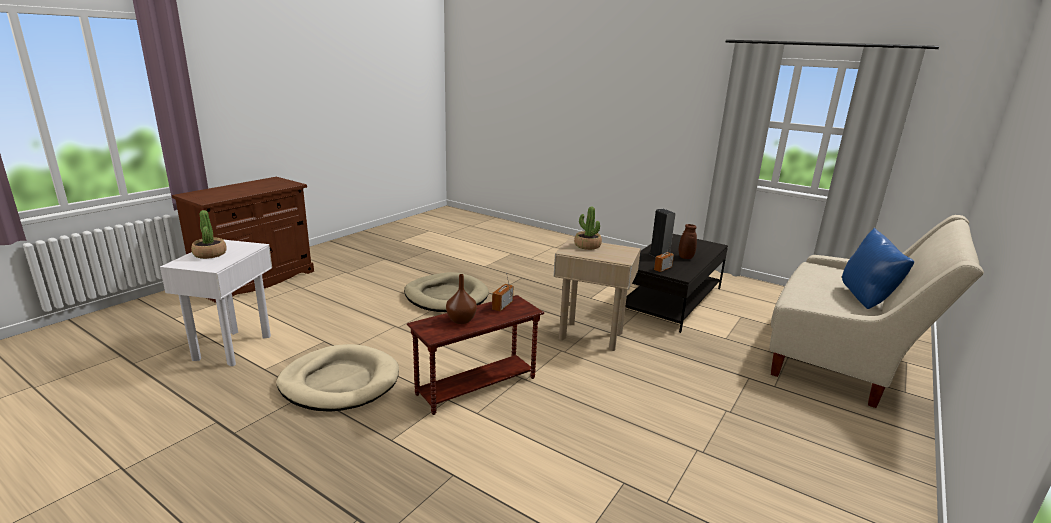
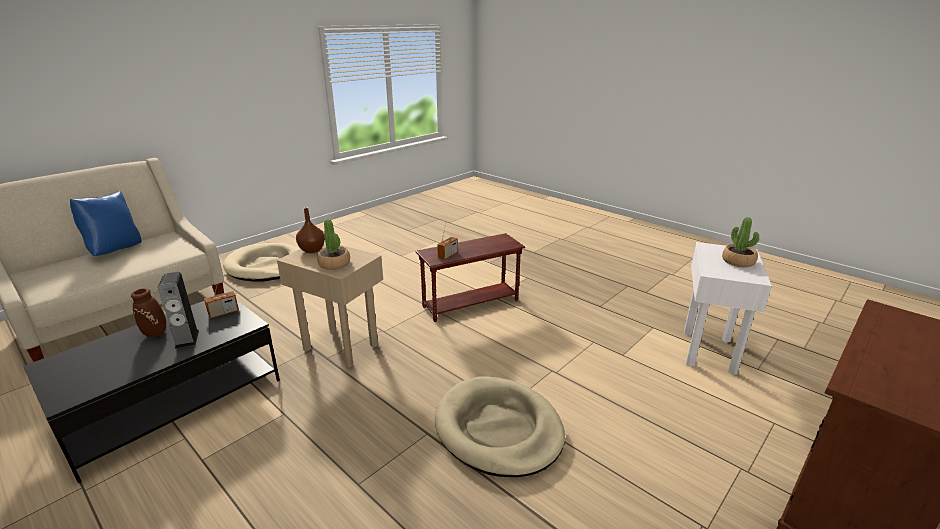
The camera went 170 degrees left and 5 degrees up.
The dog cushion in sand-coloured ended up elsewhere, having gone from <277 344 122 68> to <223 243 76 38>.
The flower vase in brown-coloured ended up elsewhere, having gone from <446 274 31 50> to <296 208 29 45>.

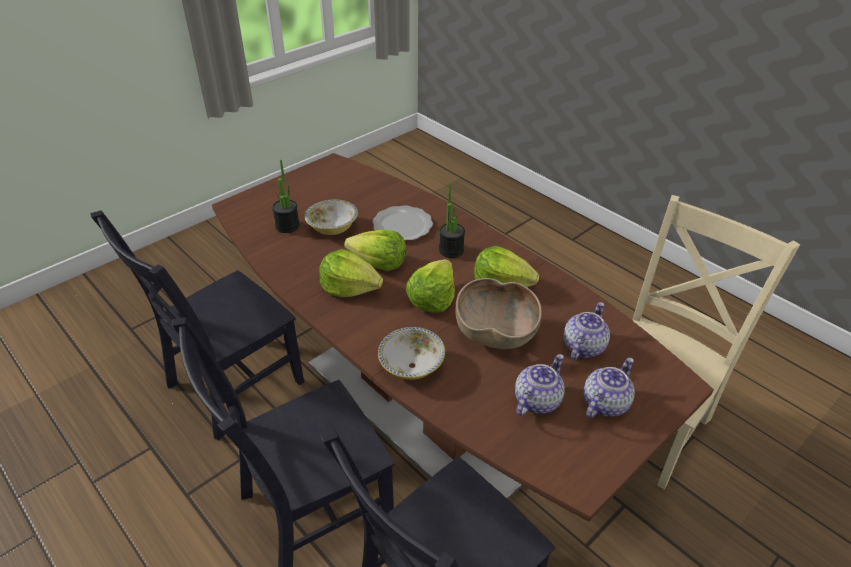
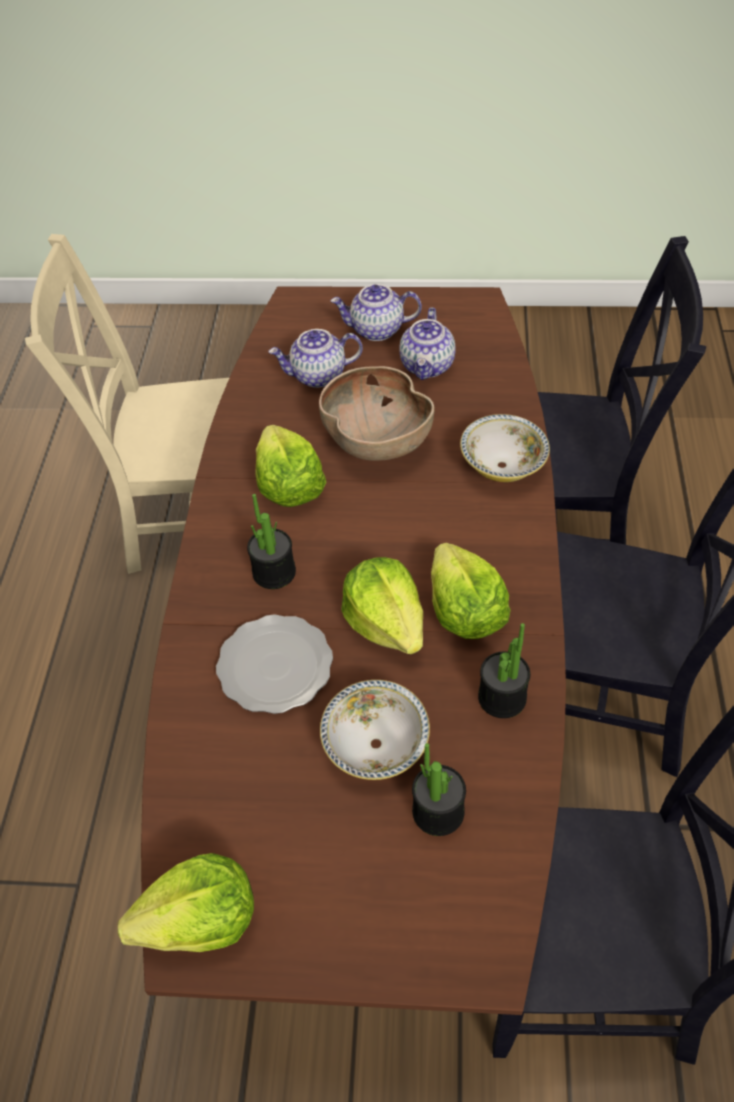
The camera went 130 degrees left and 10 degrees up.
The second view gained the plant in a pot at <478 623 52 95>.
The lettuce head ended up elsewhere, having gone from <406 259 49 54> to <118 853 136 99>.
The pot for tea at <515 354 50 62> ended up facing another way, 75 degrees counterclockwise from before.

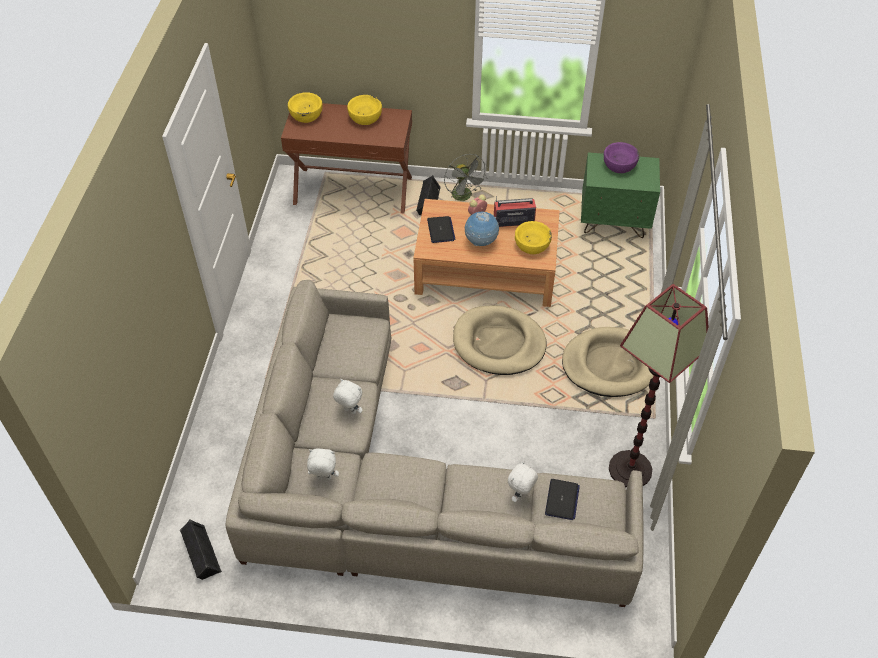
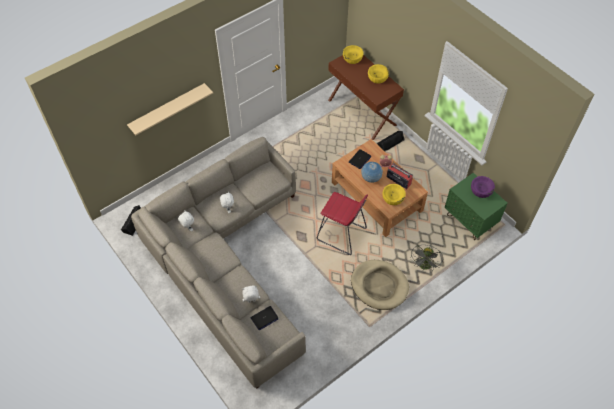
The camera went 45 degrees right and 5 degrees up.
The second view lost the standing lamp at <609 284 100 204>.
The second view gained the bracket shelf in sand-coloured at <127 83 86 52>.
The cooling fan in grey ended up elsewhere, having gone from <444 154 44 47> to <410 245 33 25>.
Where the dog cushion in sand-coloured stood at <453 305 93 70>, the stool in red-coloured came to stand at <317 192 51 63>.

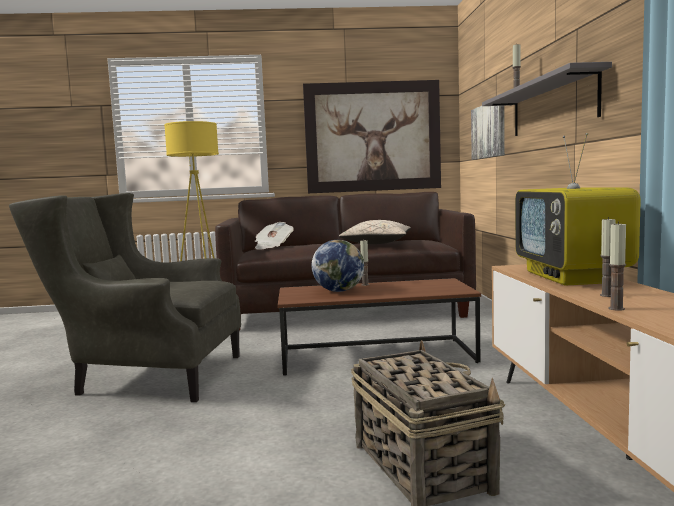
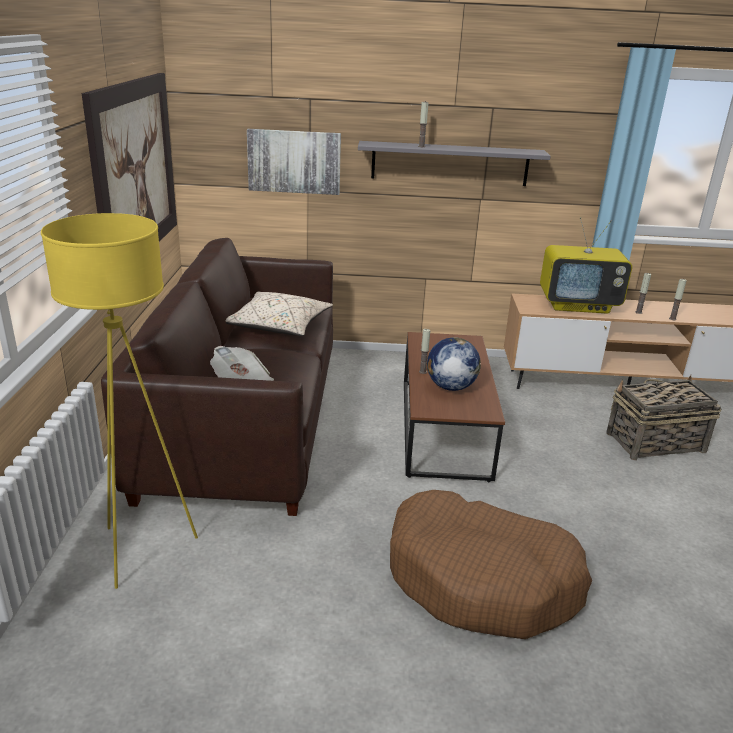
The camera went 85 degrees left and 20 degrees up.
Where the easy chair in grey stood at <9 193 232 209>, the dog cushion in brown-coloured came to stand at <390 490 202 149>.

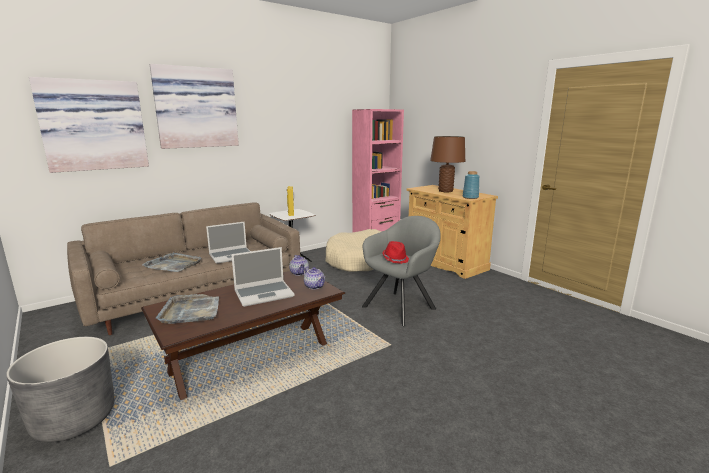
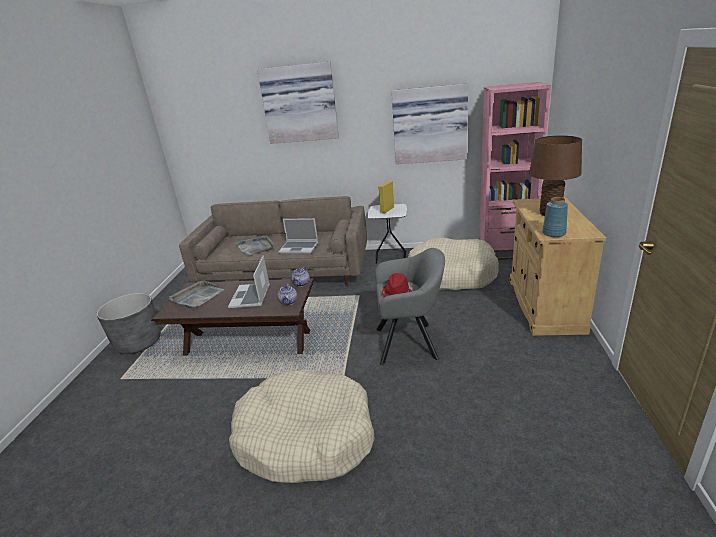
The camera went 45 degrees right and 10 degrees up.
The second view gained the dog cushion in sand-coloured at <229 370 146 113>.
The wall picture ended up elsewhere, having gone from <29 77 120 96> to <392 83 76 81>.
The laptop at <231 247 63 60> ended up facing another way, 75 degrees clockwise from before.

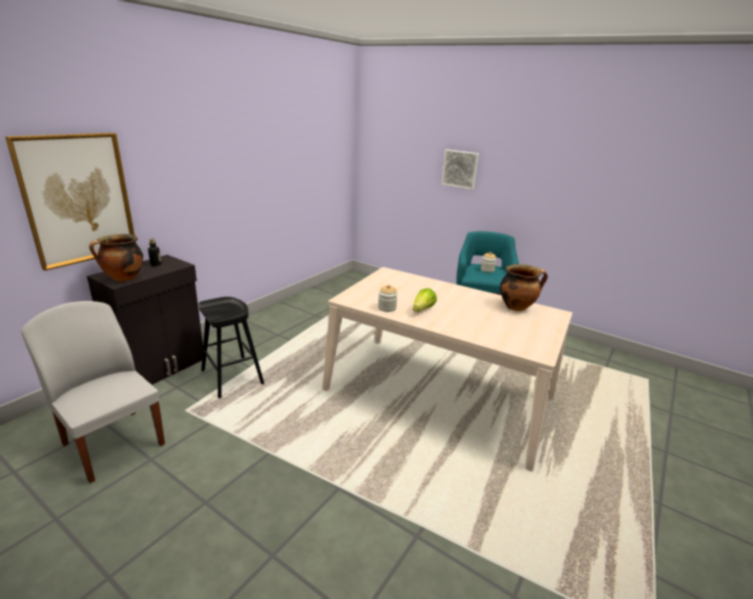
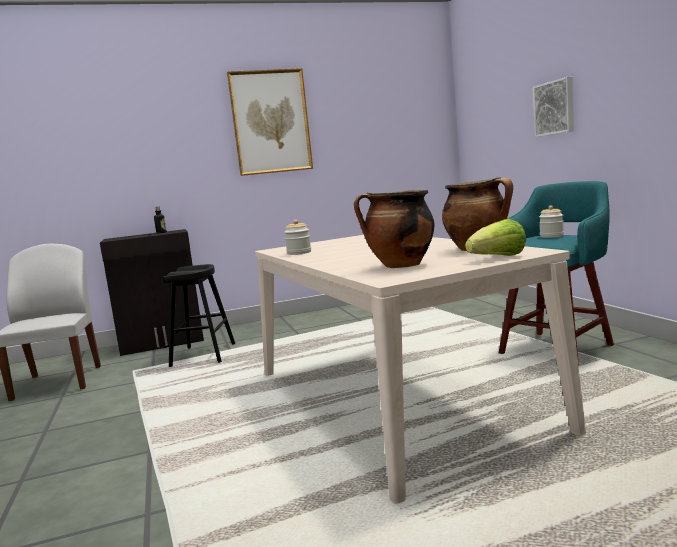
The camera went 40 degrees right and 15 degrees down.
The wall picture ended up elsewhere, having gone from <5 133 131 138> to <227 68 86 108>.
The cooking pot ended up elsewhere, having gone from <89 234 54 48> to <354 190 80 78>.
The lettuce head ended up elsewhere, having gone from <413 288 24 24> to <465 219 61 37>.

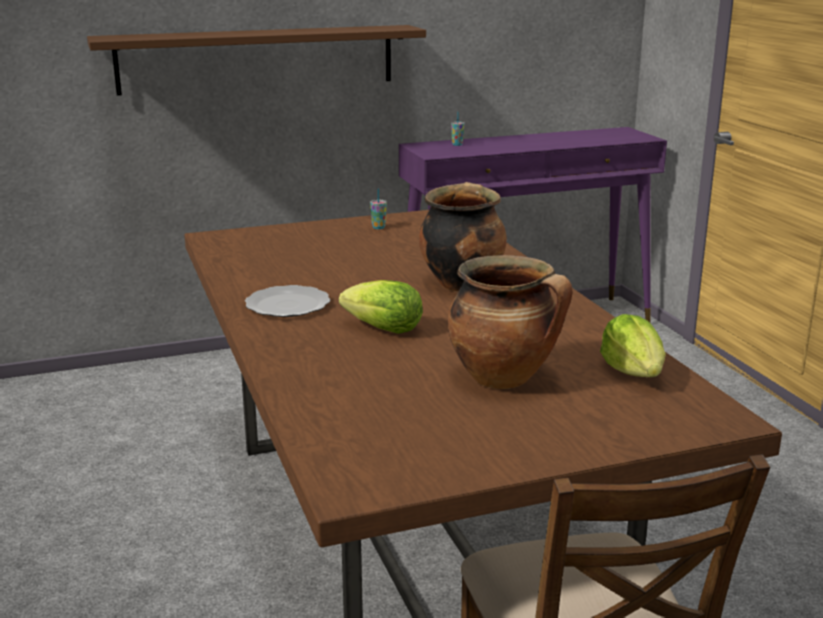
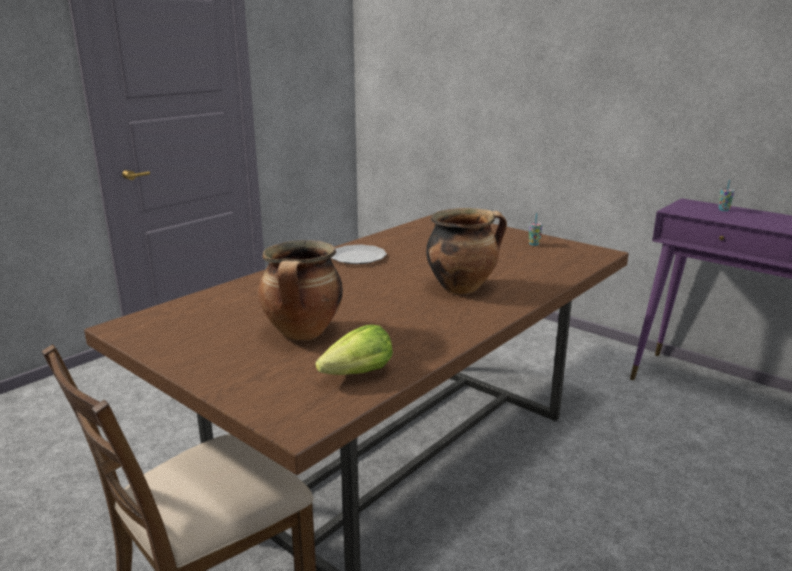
The camera went 60 degrees right and 0 degrees up.
The second view lost the bracket shelf in brown-coloured at <87 25 339 71>.
The second view lost the lettuce head at <339 280 84 54>.

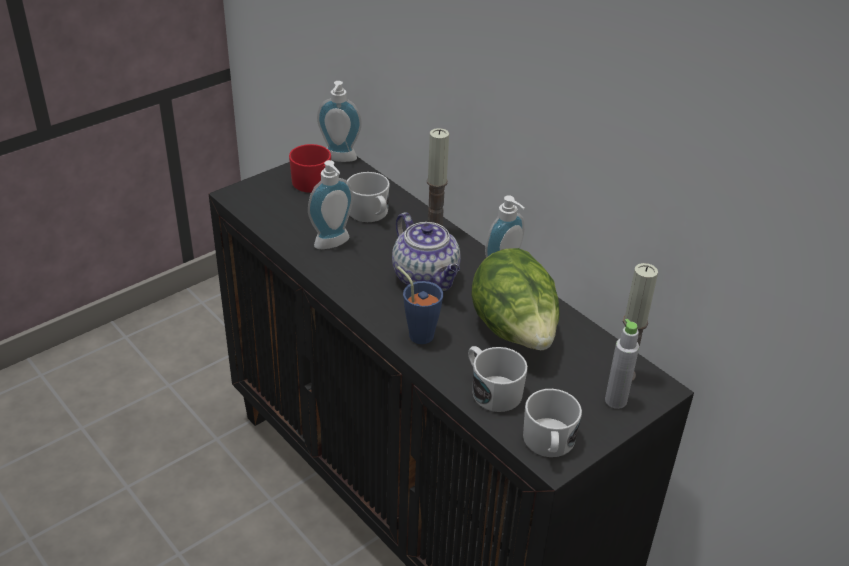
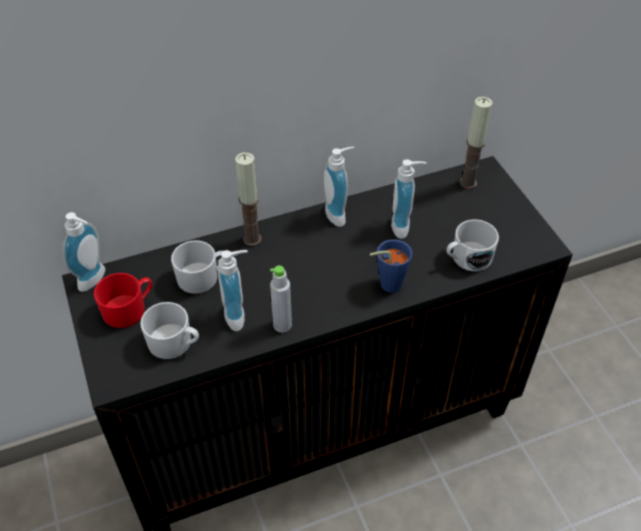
The camera went 70 degrees left and 10 degrees up.
The second view lost the pot for tea at <392 212 69 79>.
The mug in white-coloured ended up elsewhere, having gone from <523 389 59 68> to <140 302 59 57>.
The bottle in grey ended up elsewhere, having gone from <605 319 34 90> to <270 265 22 68>.
Where the lettuce head stood at <472 248 88 102>, the soap bottle came to stand at <391 159 36 80>.

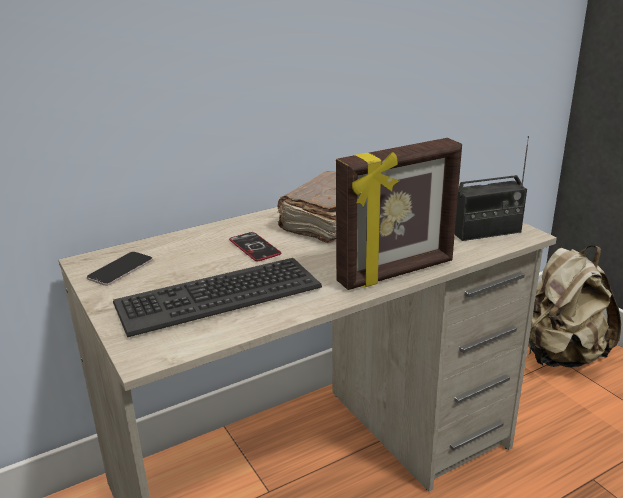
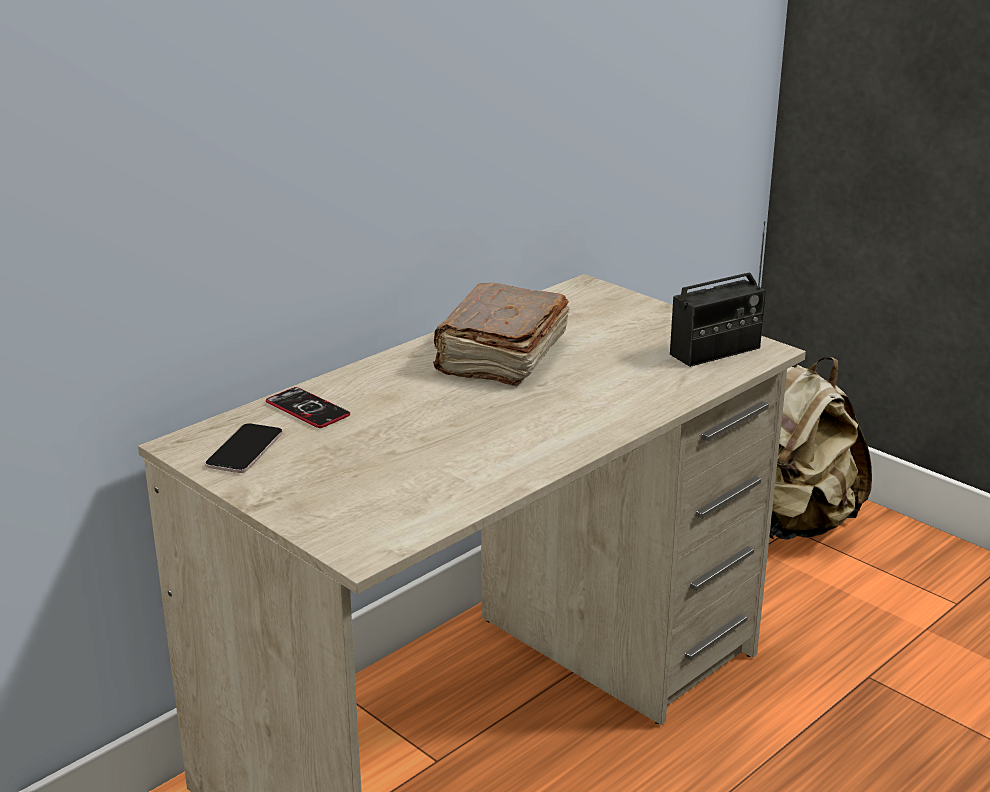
The camera went 15 degrees left and 0 degrees up.
The second view lost the computer keyboard at <113 258 209 79>.
The second view lost the standing frame at <336 138 126 152>.
The handset ended up elsewhere, having gone from <229 232 52 30> to <266 387 84 41>.

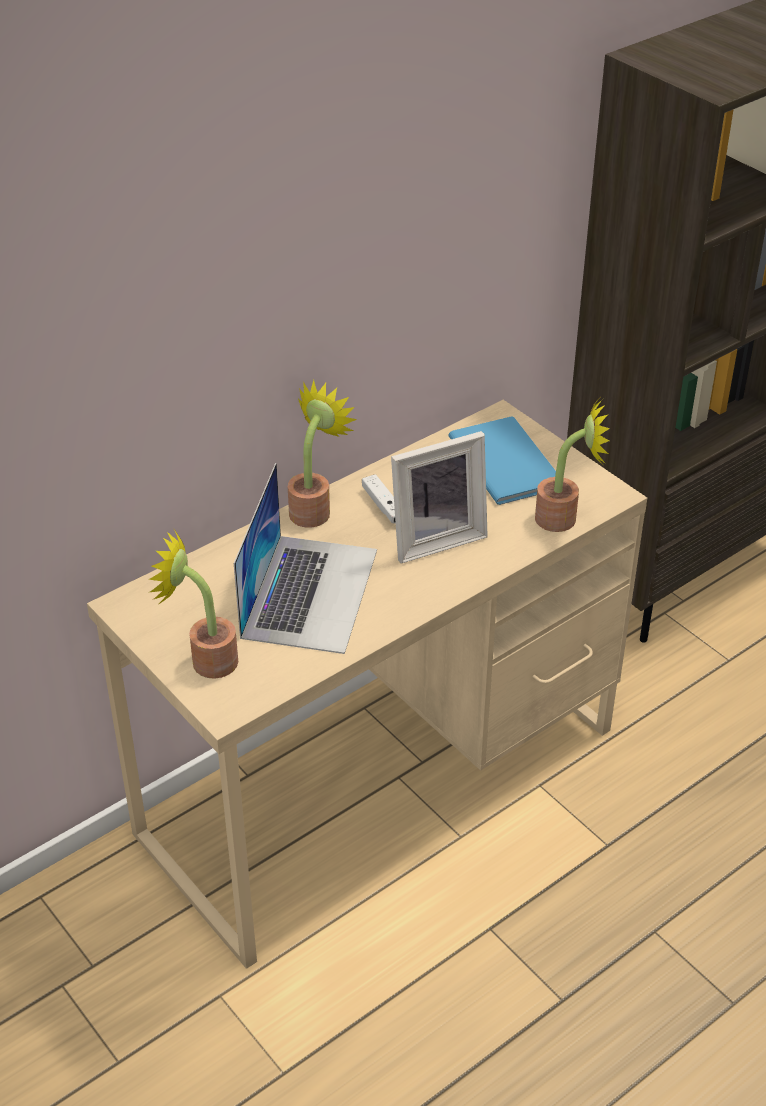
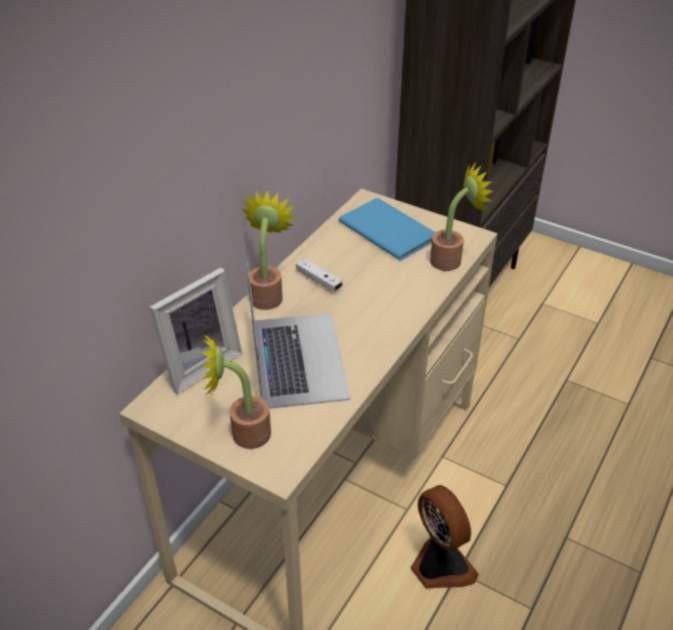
The camera went 20 degrees left and 0 degrees up.
The second view gained the cooling fan at <411 485 68 103>.
The standing frame ended up elsewhere, having gone from <391 431 97 133> to <150 268 92 126>.

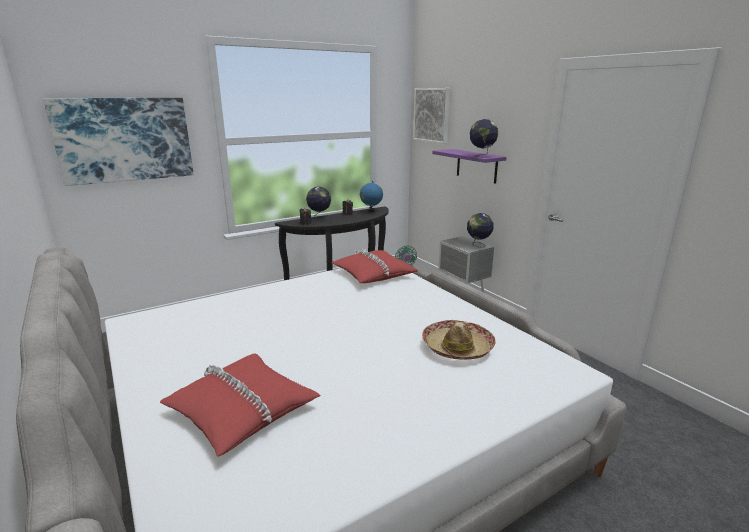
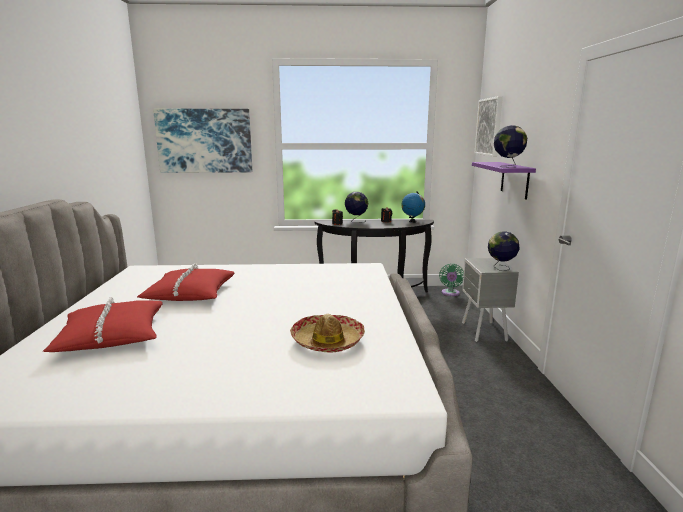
The camera went 30 degrees right and 5 degrees down.
The pillow in red-coloured ended up elsewhere, having gone from <332 249 86 34> to <137 264 98 37>.

